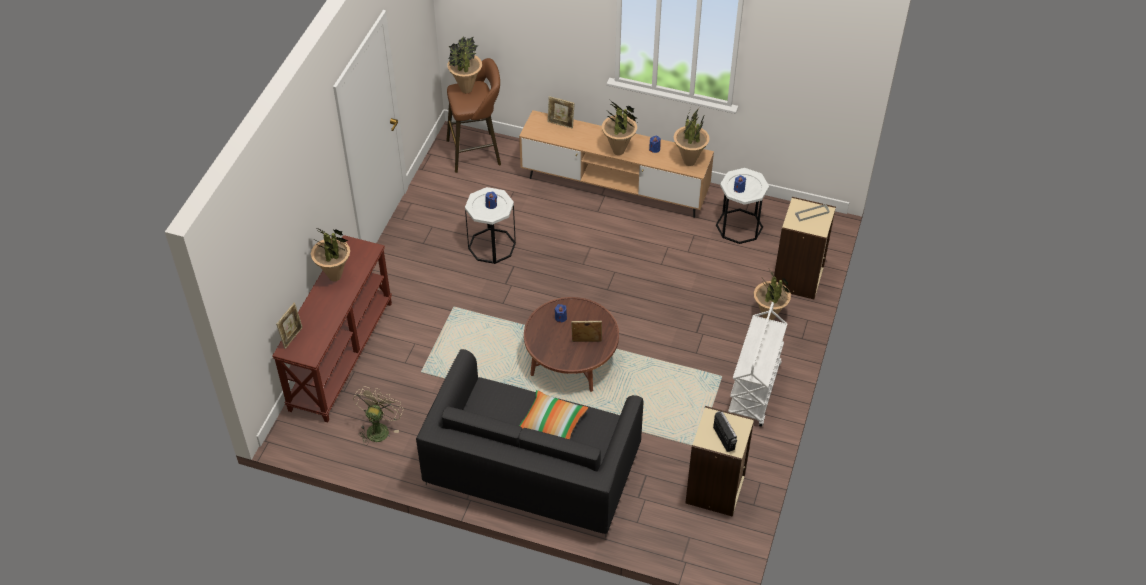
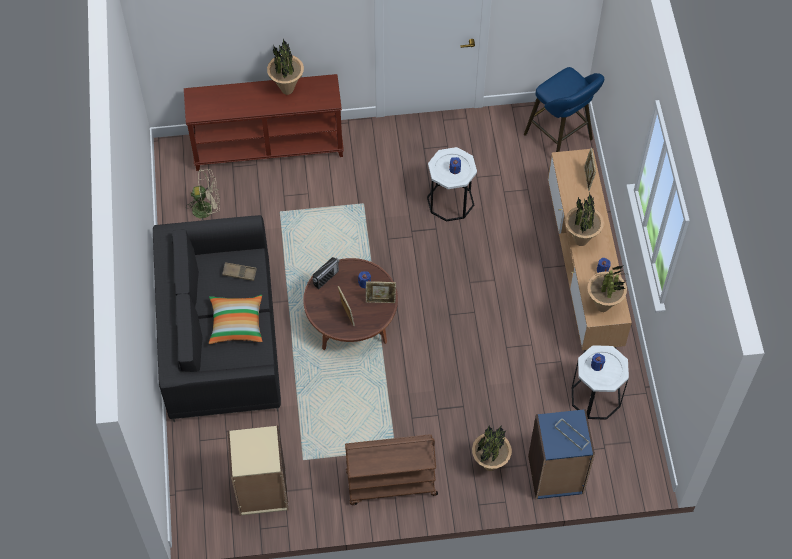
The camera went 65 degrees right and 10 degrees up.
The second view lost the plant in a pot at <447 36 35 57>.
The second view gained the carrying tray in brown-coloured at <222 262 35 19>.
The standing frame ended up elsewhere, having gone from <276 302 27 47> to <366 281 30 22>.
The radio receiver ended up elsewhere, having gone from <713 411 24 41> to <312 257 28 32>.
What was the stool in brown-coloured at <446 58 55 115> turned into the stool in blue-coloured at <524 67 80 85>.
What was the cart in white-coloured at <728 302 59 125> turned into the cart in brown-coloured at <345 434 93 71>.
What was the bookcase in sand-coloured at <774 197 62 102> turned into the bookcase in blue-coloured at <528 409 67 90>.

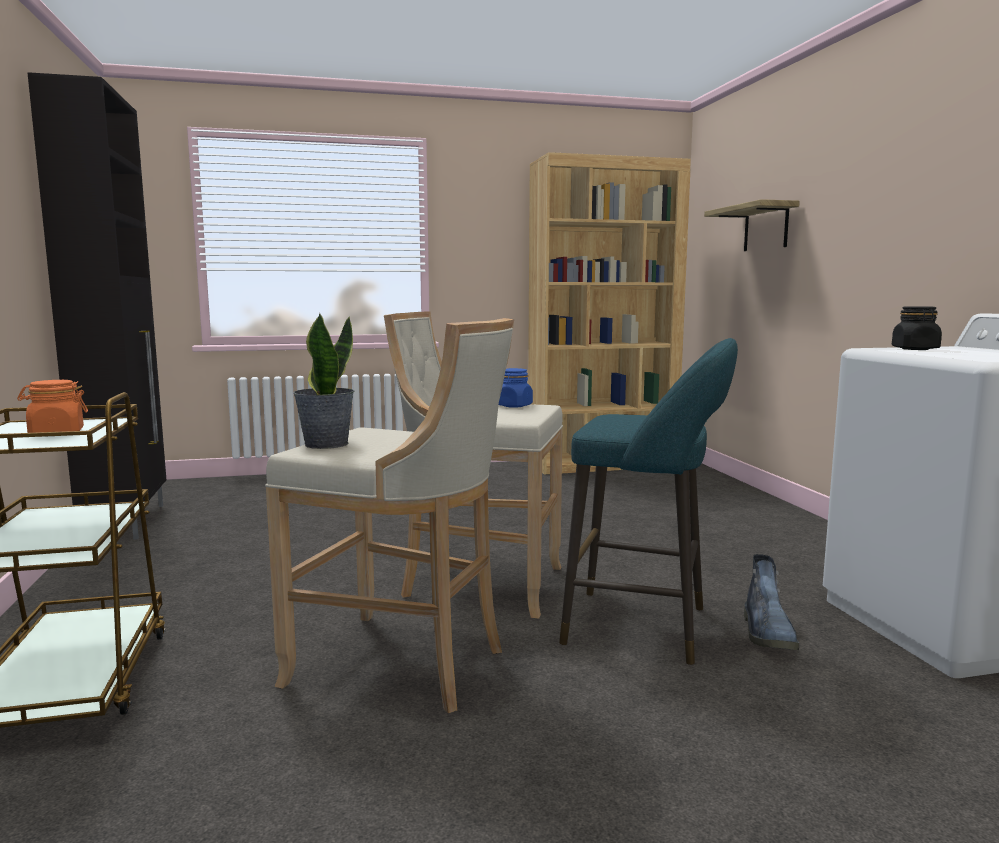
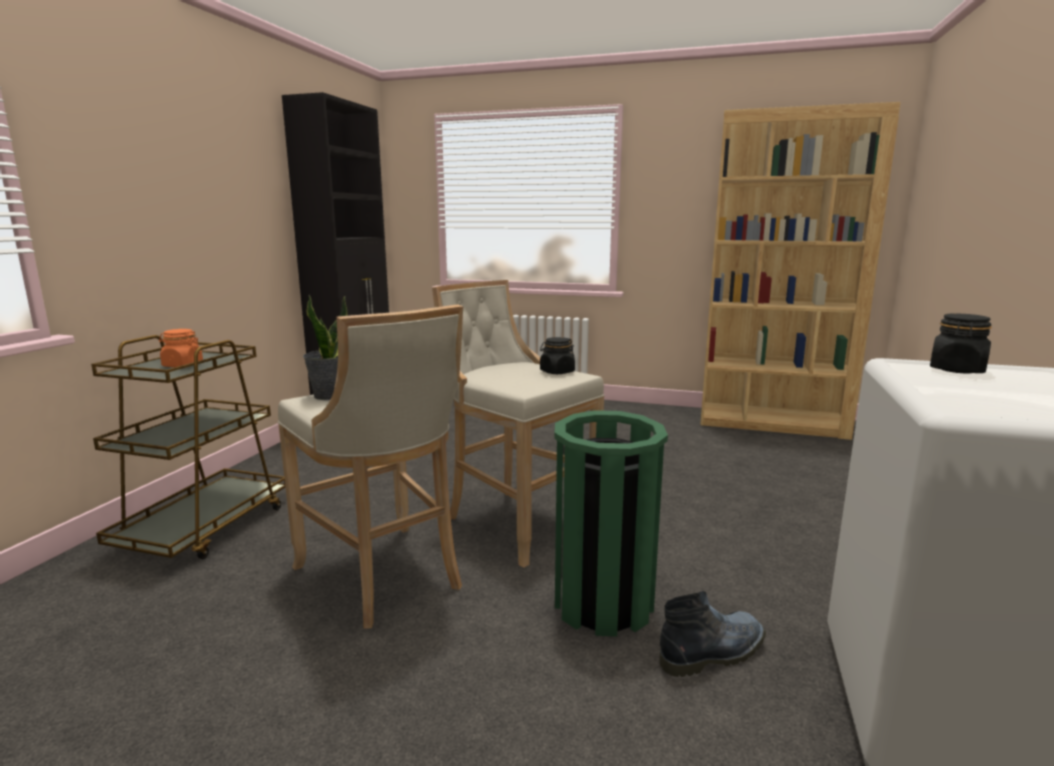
The camera went 30 degrees right and 5 degrees up.
The second view lost the bracket shelf at <704 199 96 52>.
Where the stool in blue-green stood at <559 338 179 327>, the trash can in greenish came to stand at <554 410 114 227>.
What was the preserve jar in blue-coloured at <499 368 34 40> turned into the preserve jar in black at <540 337 35 37>.
The high-top boot at <744 554 55 96> ended up facing another way, 150 degrees counterclockwise from before.

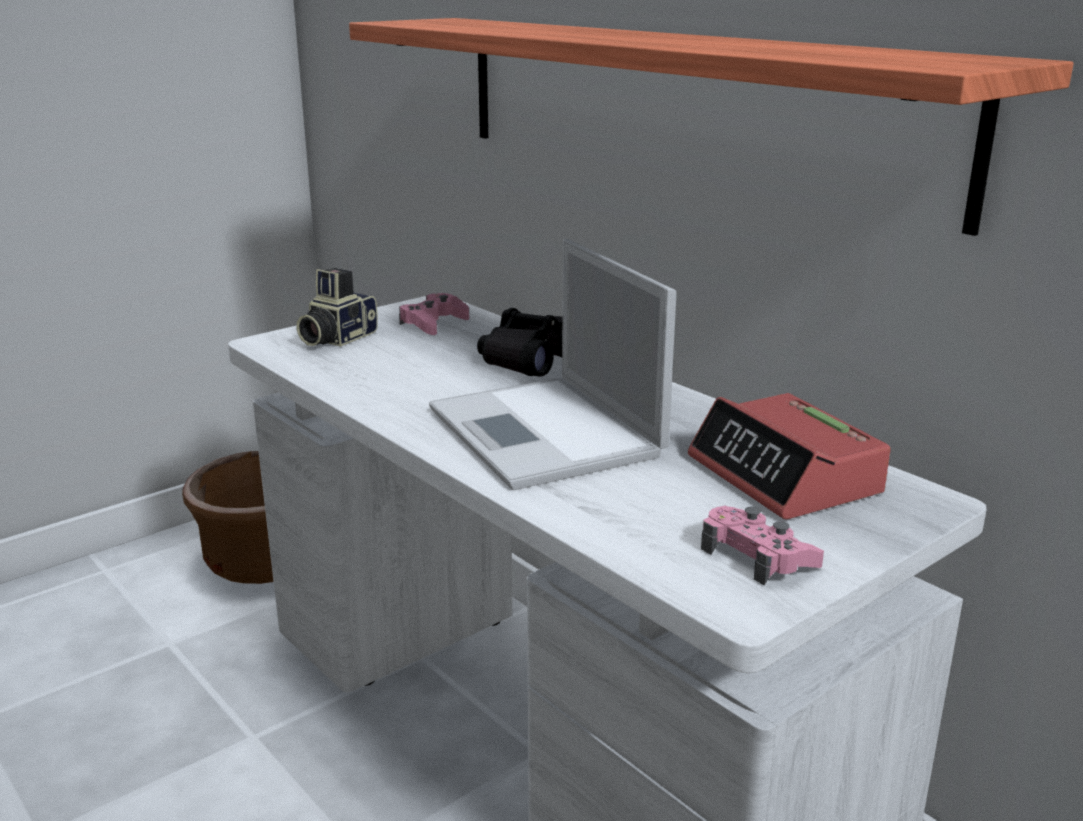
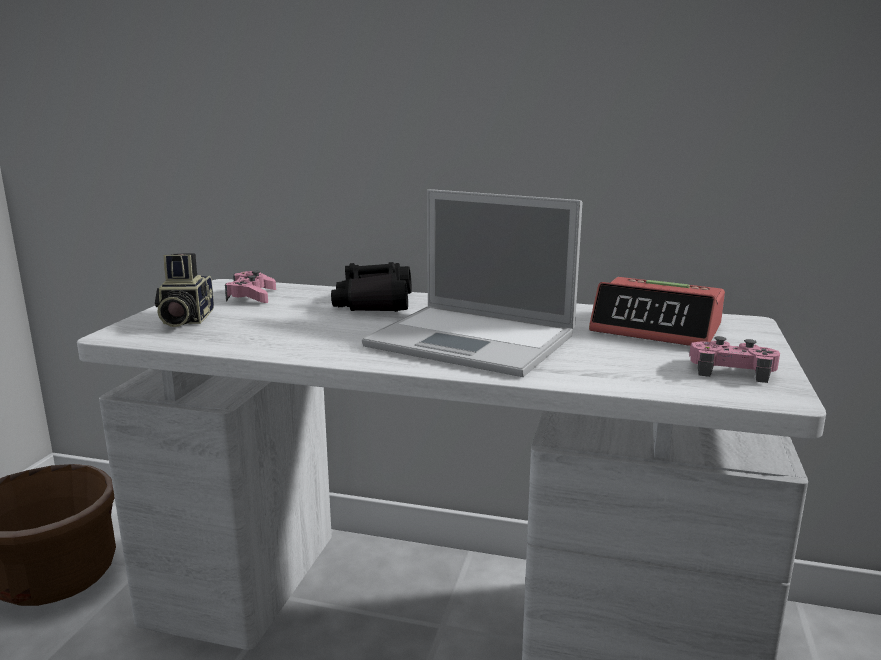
The camera went 35 degrees left and 5 degrees down.
The second view lost the bracket shelf at <349 18 725 218>.

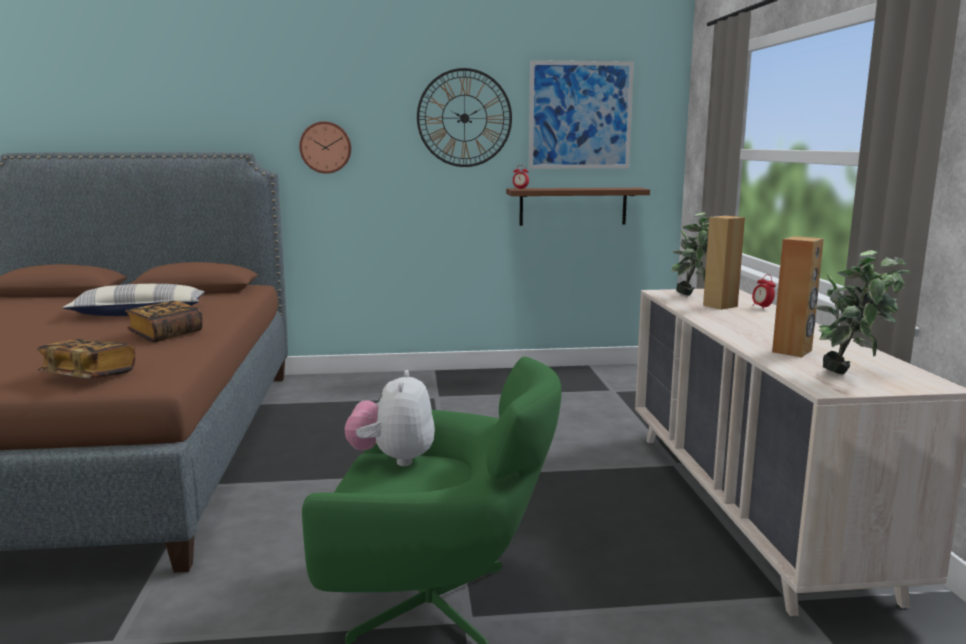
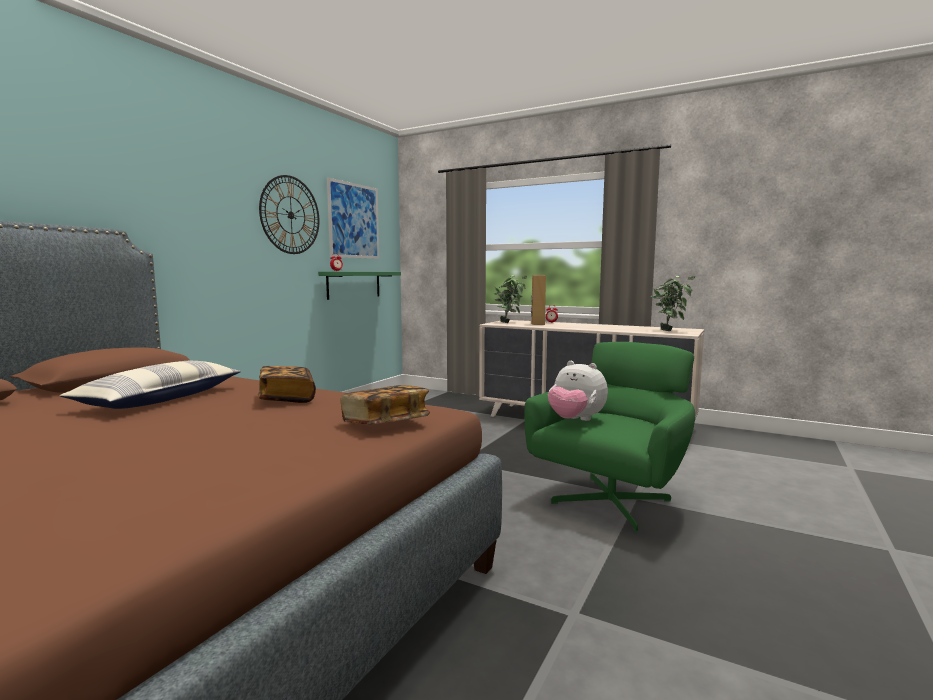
The camera went 55 degrees left and 5 degrees down.
The second view lost the wall clock at <299 121 52 53>.
The second view lost the audio speaker in brown-coloured at <772 236 52 121>.
What was the bracket shelf in brown-coloured at <506 188 144 38> turned into the bracket shelf in greenish at <318 272 83 28>.

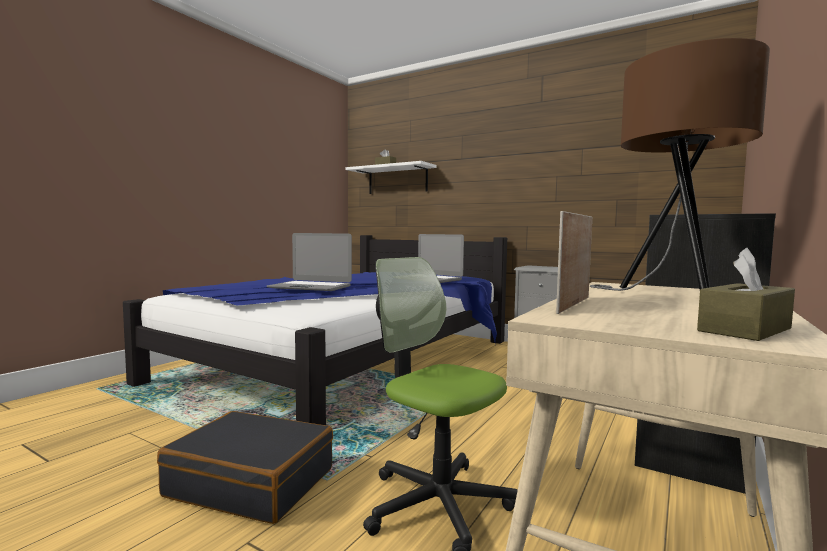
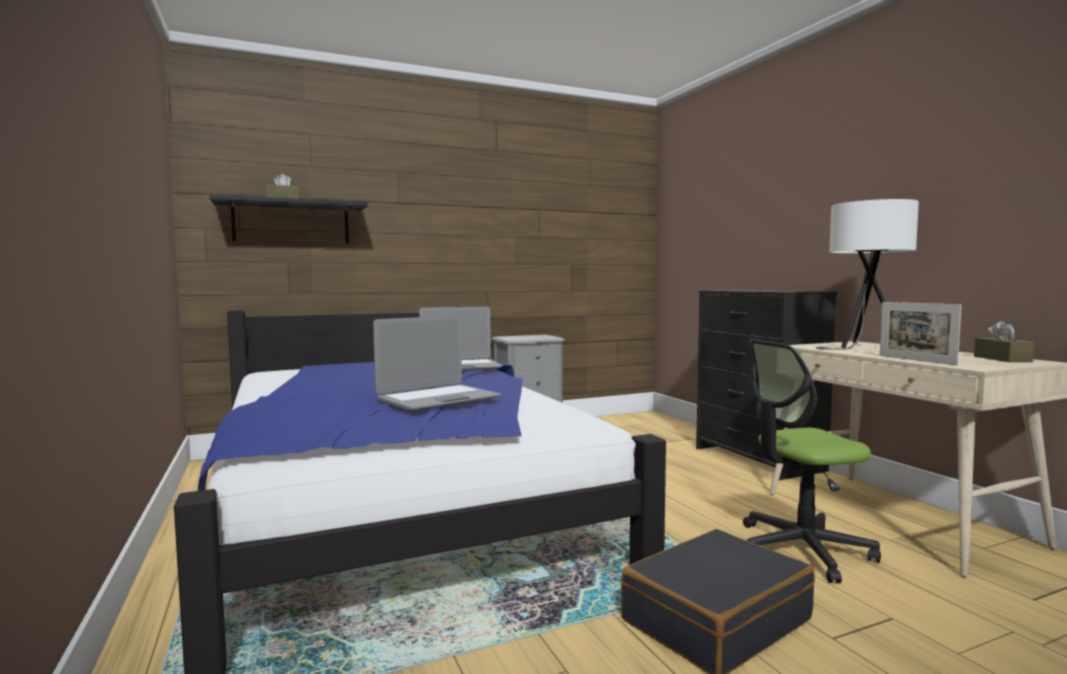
The camera went 55 degrees left and 0 degrees up.
What was the bracket shelf in white-coloured at <346 161 90 33> turned into the bracket shelf in black at <209 194 159 50>.
What was the table lamp in brown-coloured at <590 38 180 253> turned into the table lamp in white-coloured at <816 199 103 151>.

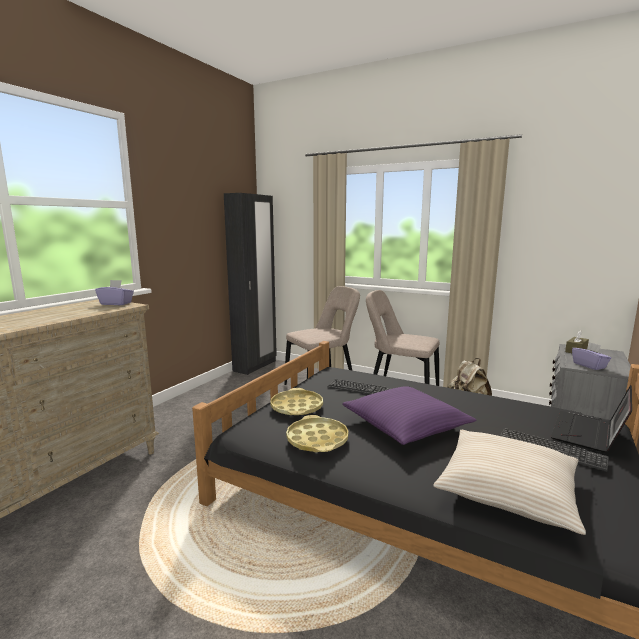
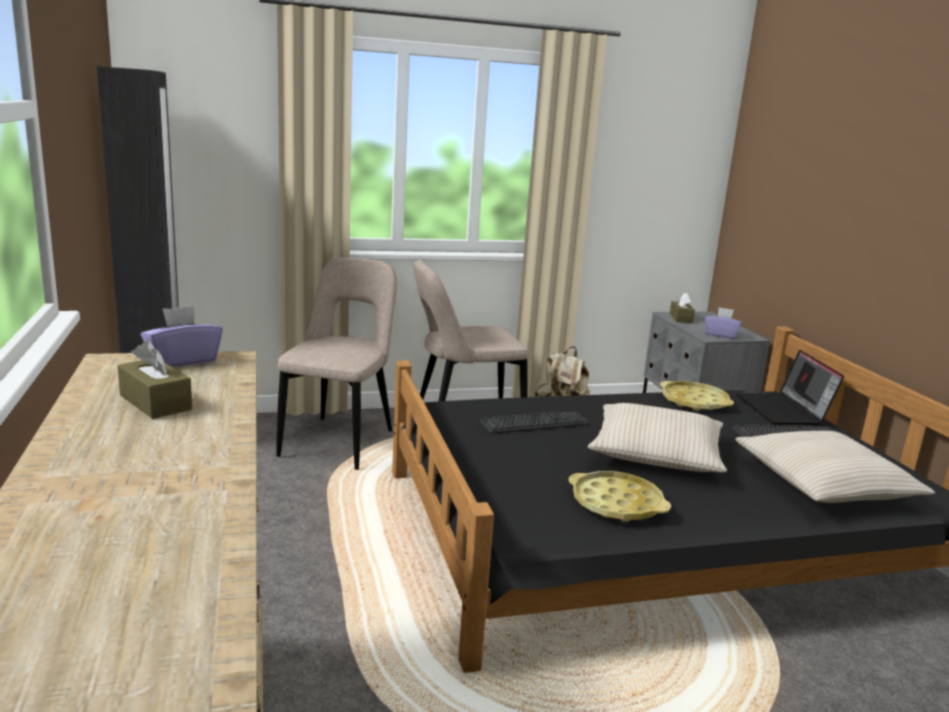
The camera went 45 degrees left and 5 degrees up.
The second view gained the box of tissues in brown-coloured at <118 340 74 79>.
The carrying tray in yellow ended up elsewhere, having gone from <270 388 53 27> to <660 381 74 30>.
What was the pillow in purple-coloured at <342 386 134 59> turned into the pillow in sand-coloured at <588 403 139 69>.

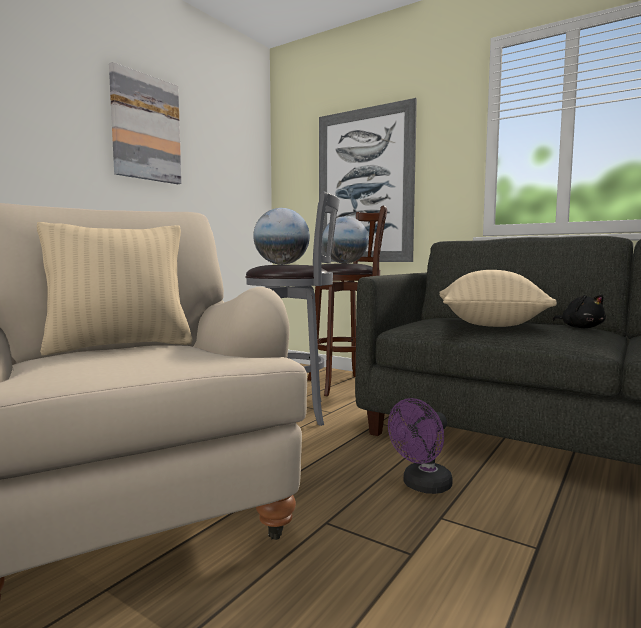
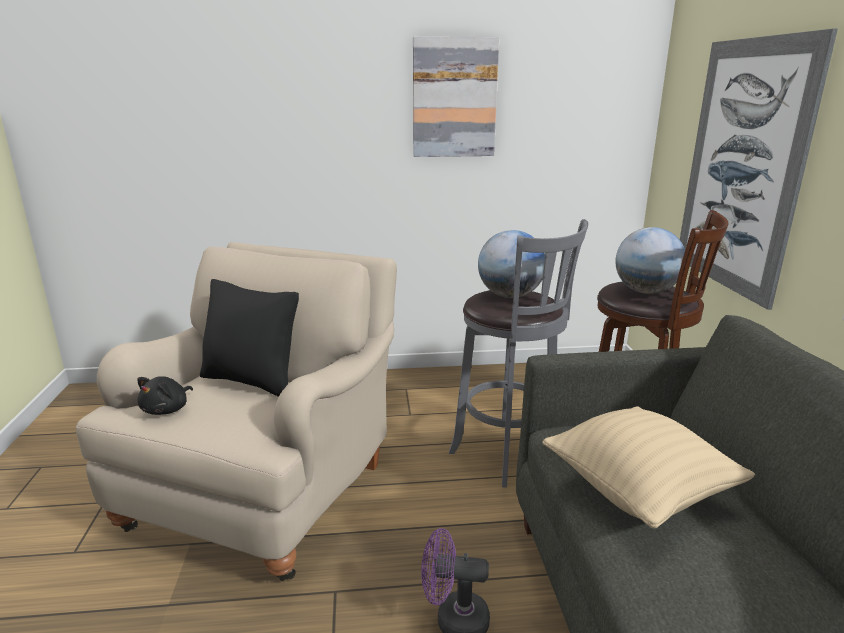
The camera went 50 degrees right and 15 degrees up.
The cuddly toy in black ended up elsewhere, having gone from <552 295 54 33> to <137 376 56 39>.
What was the pillow in sand-coloured at <37 222 155 133> turned into the pillow in black at <200 279 99 118>.

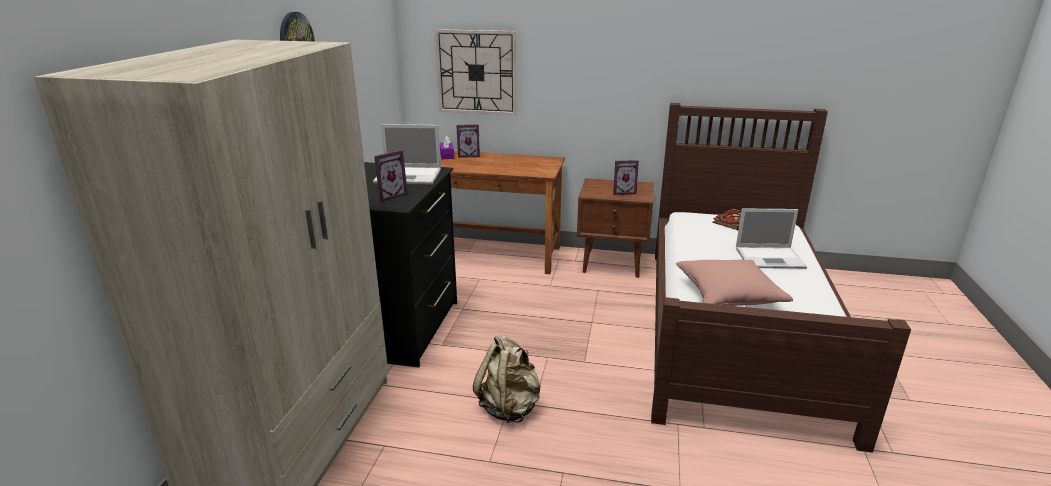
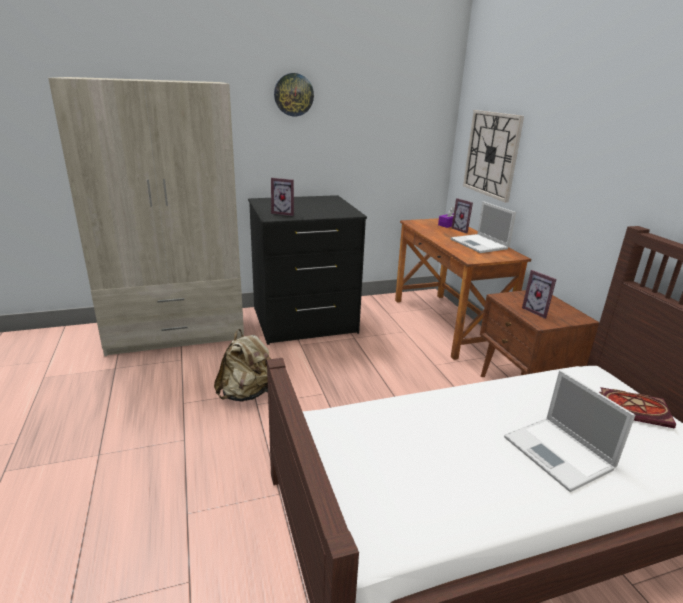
The camera went 60 degrees right and 0 degrees up.
The second view lost the pillow in pink at <676 260 117 46>.
The laptop ended up elsewhere, having gone from <373 124 68 61> to <450 201 66 52>.

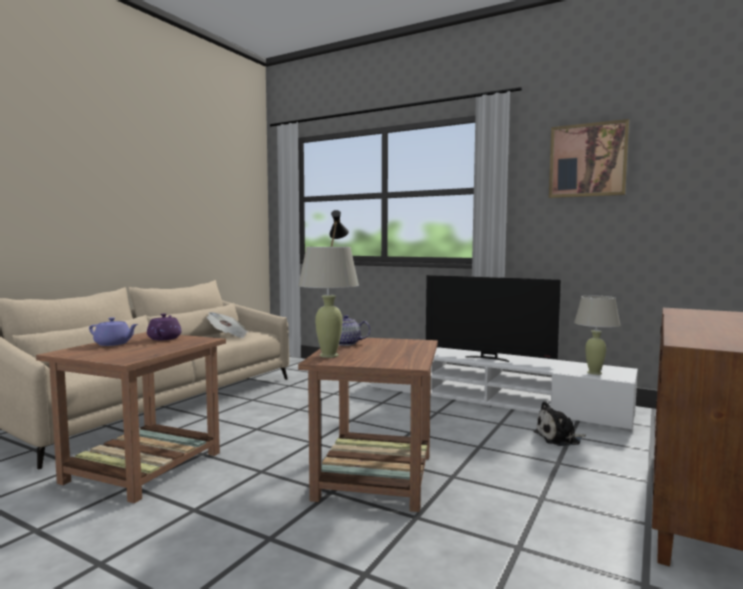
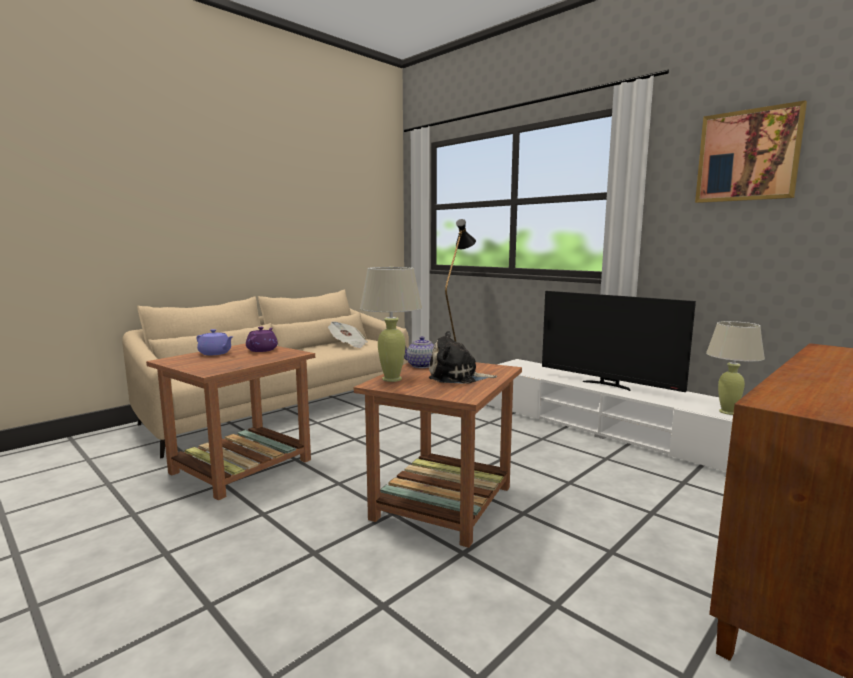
The camera went 15 degrees right and 5 degrees up.
The cuddly toy ended up elsewhere, having gone from <534 401 52 45> to <429 331 68 53>.

